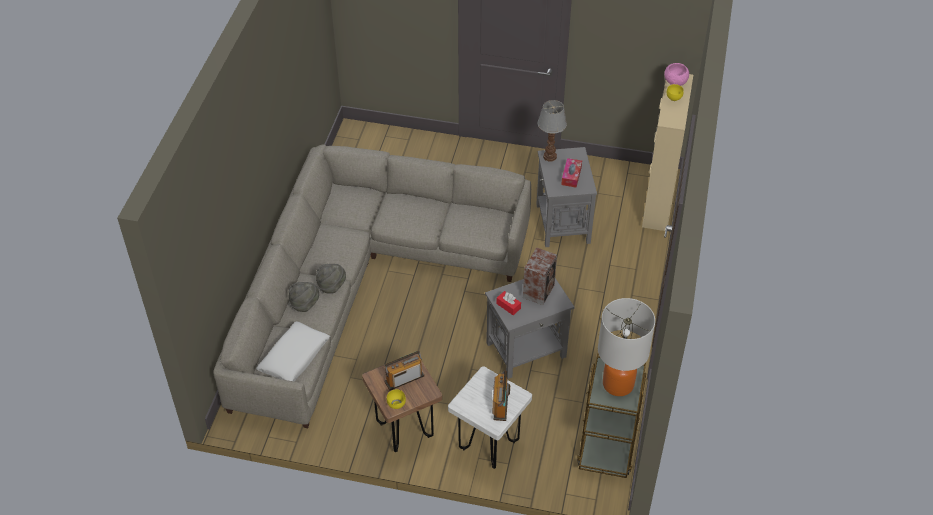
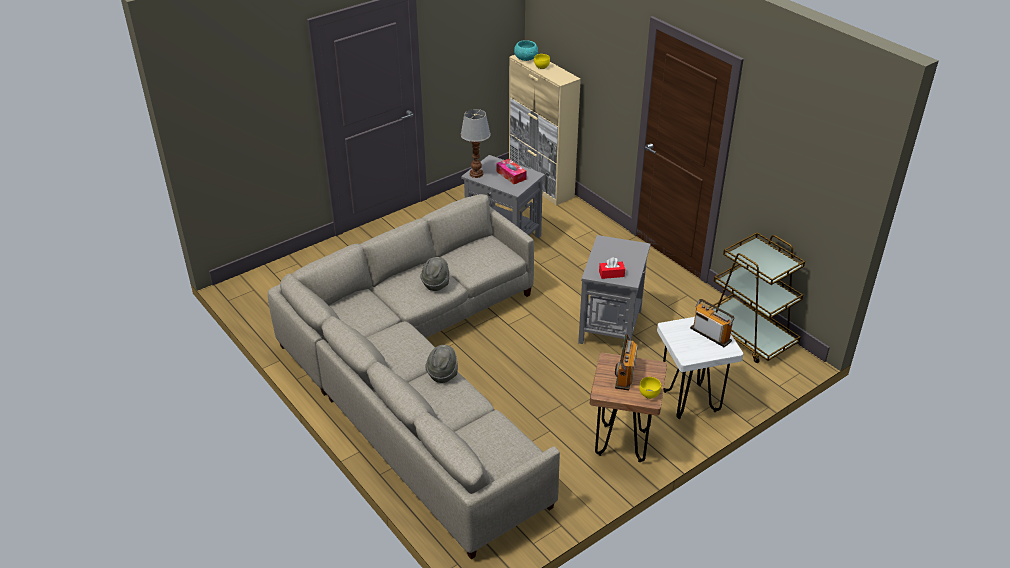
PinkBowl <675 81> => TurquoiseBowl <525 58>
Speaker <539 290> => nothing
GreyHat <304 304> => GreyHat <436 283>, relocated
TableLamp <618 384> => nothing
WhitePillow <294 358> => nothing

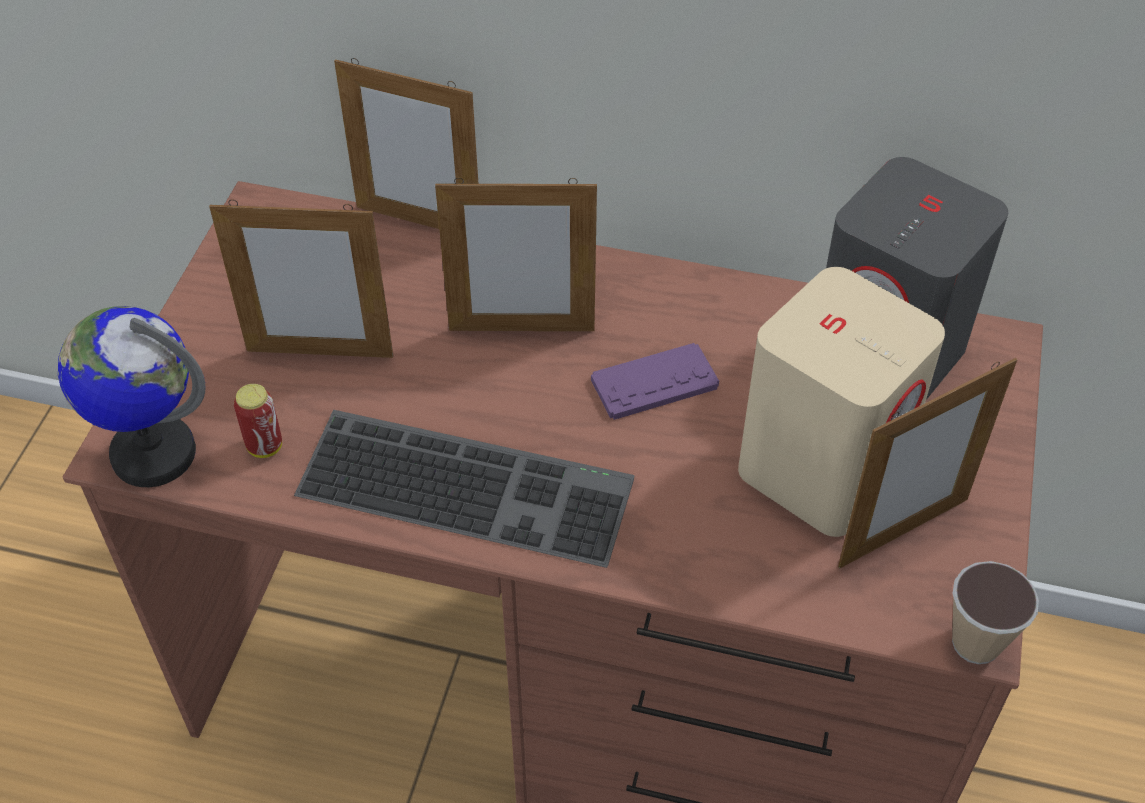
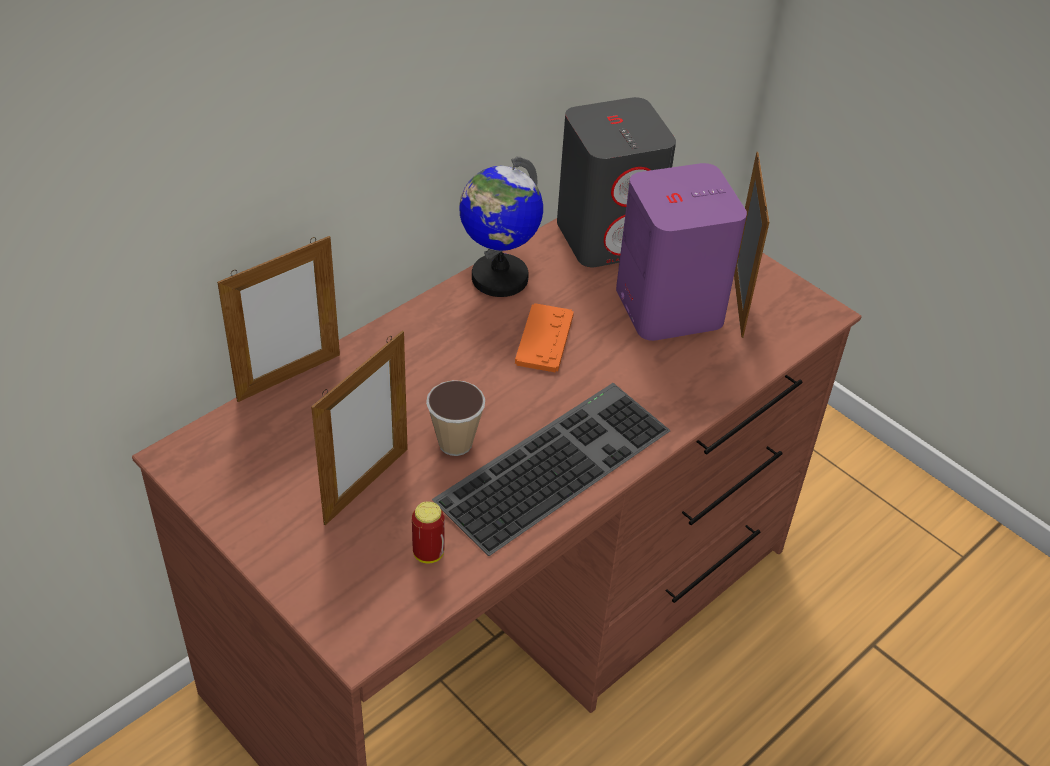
PictureFrame <521 329> => nothing
BeigeSpeaker <823 467> => PurpleSpeaker <668 306>
Globe <153 453> => Globe <498 278>, relocated
PurpleGameController <654 383> => OrangeGameController <544 339>
Cup <976 643> => Cup <455 443>, relocated

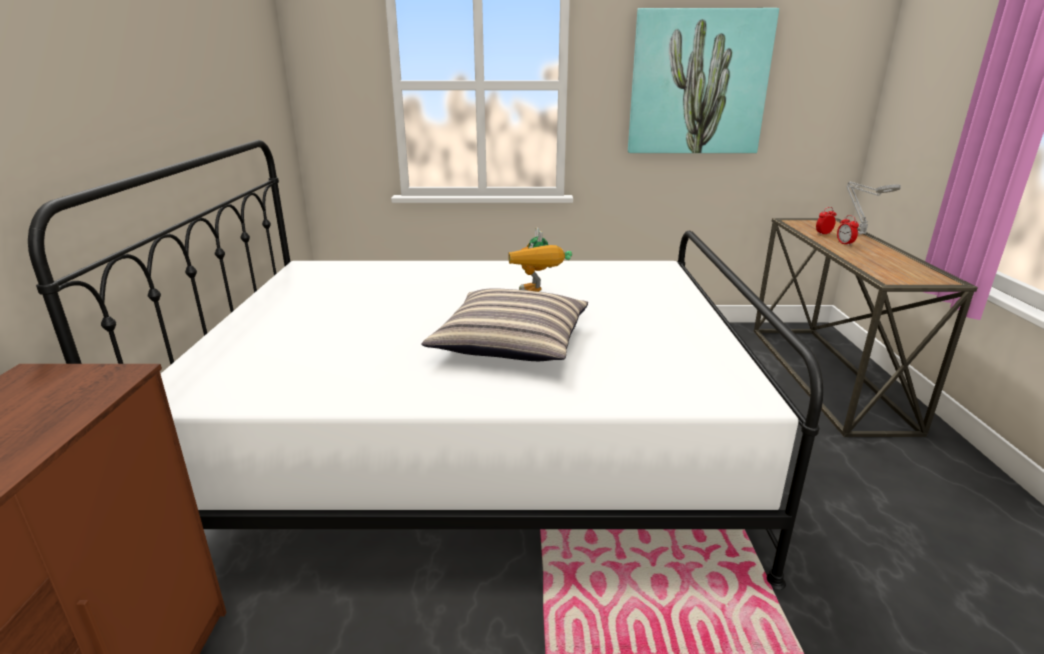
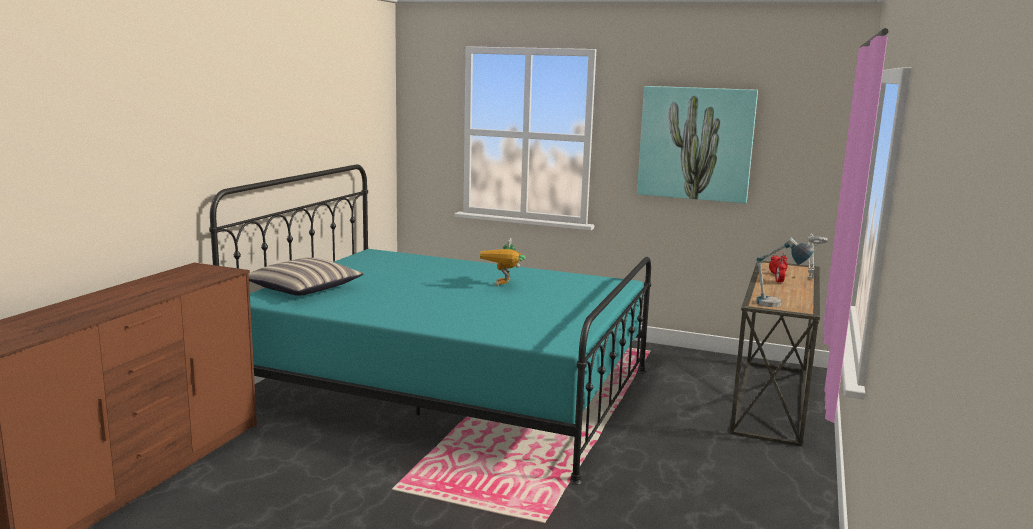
WhiteBed <477 444> => TurquoiseBed <448 388>
Pillow <511 341> => Pillow <304 288>, relocated
nothing => TableLamp <778 306>

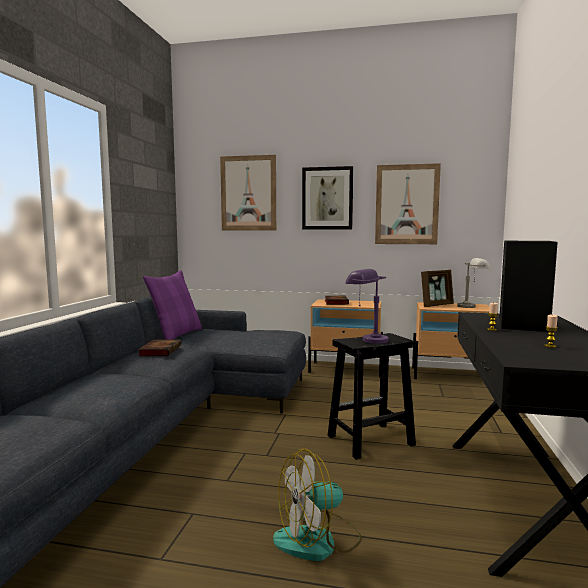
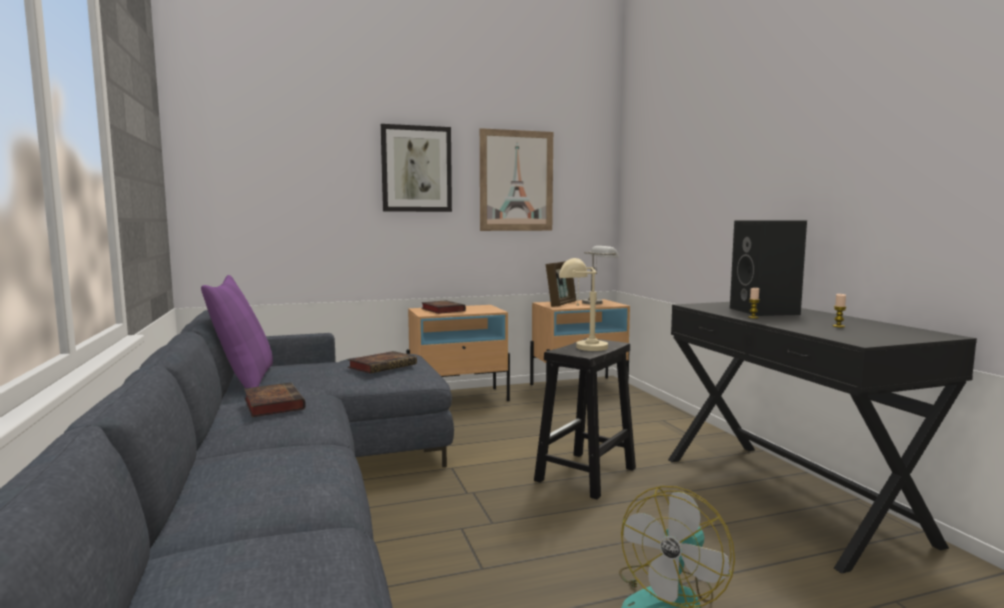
Picture <248 193> => nothing
PurpleTableLamp <366 339> => BeigeTableLamp <580 347>
nothing => Book <383 366>

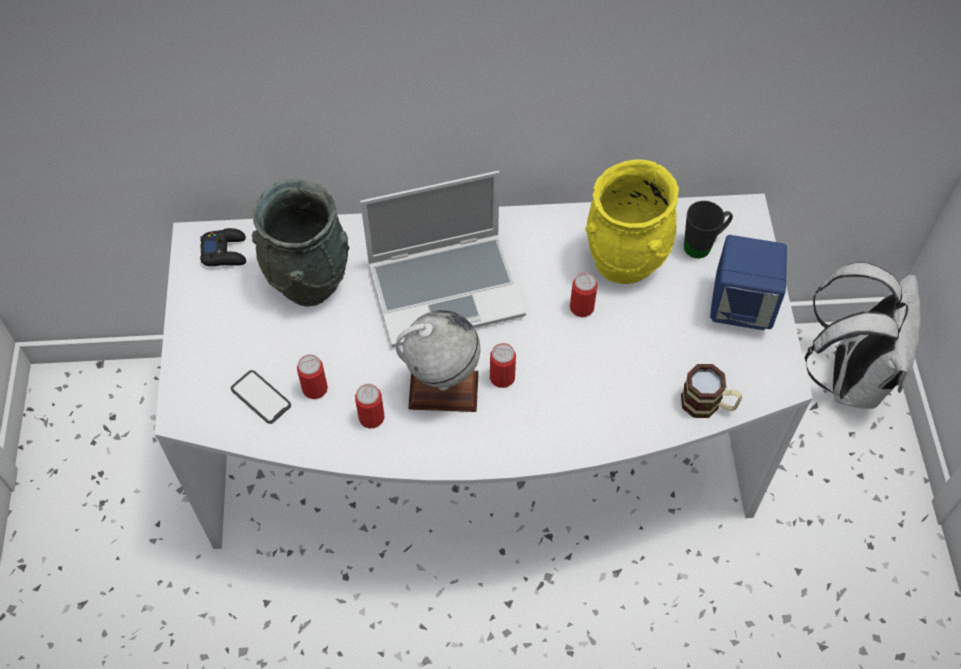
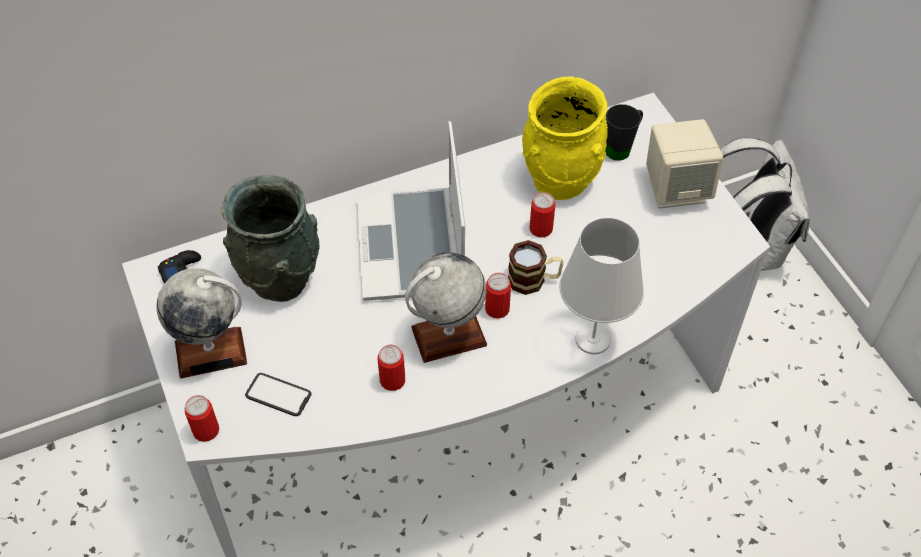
Laptop <447 289> => Laptop <413 248>, 120 degrees clockwise
BlueSpeaker <741 306> => BeigeSpeaker <676 189>
Can <315 388> => Can <206 430>, relocated
Mug <708 404> => Mug <534 280>, relocated
nothing => WhiteTableLamp <593 339>
nothing => Globe <211 352>

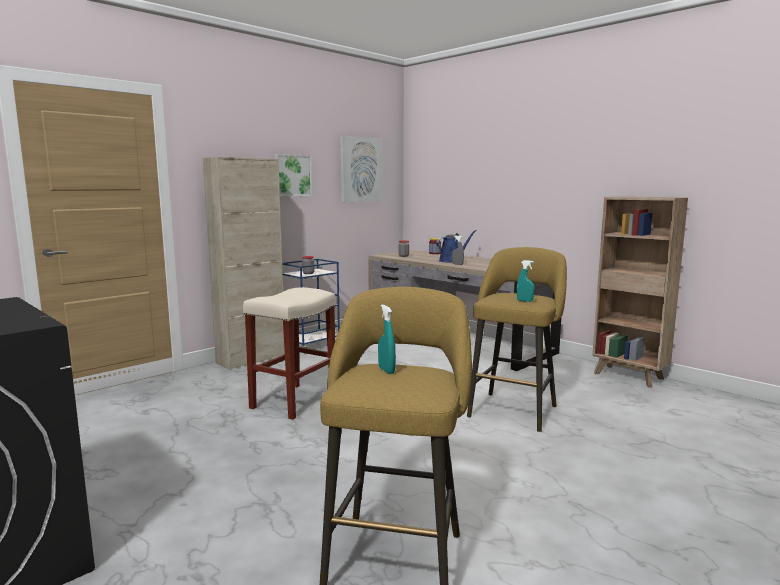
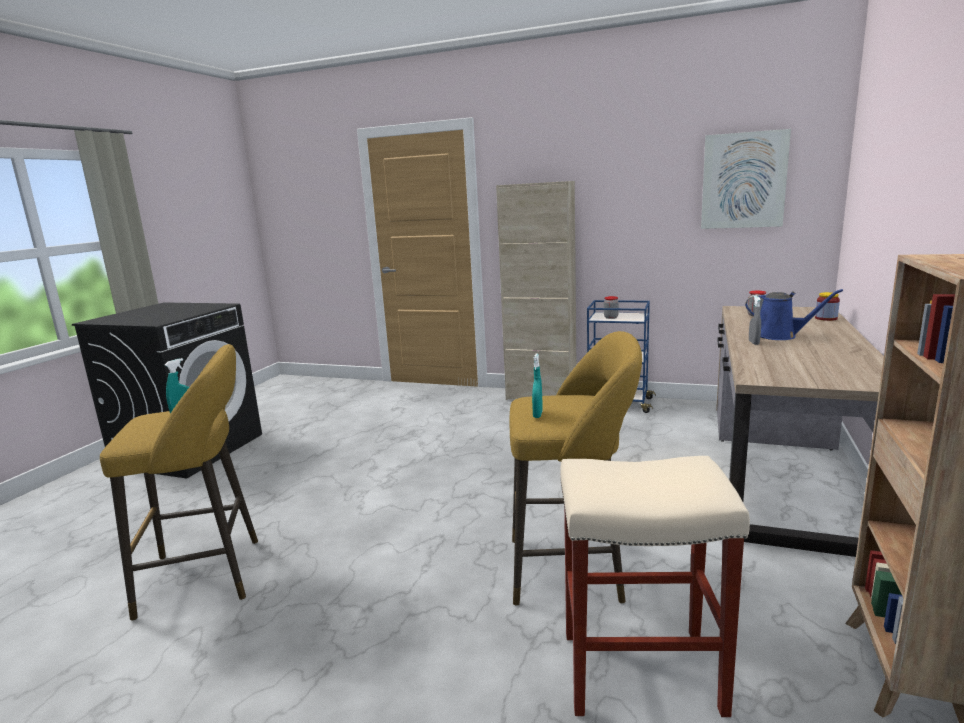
Picture <292 175> => nothing
BeigeStool <294 400> => BeigeStool <642 670>, relocated

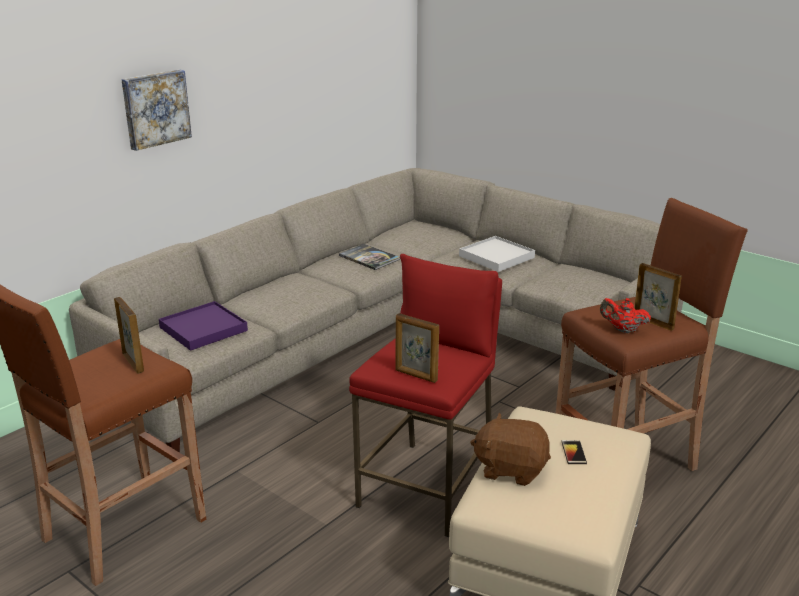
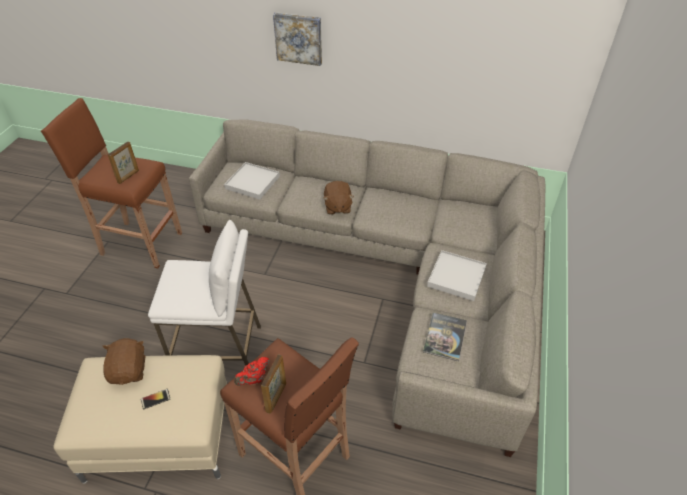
Book <369 258> => Book <445 337>, relocated
RedStool <427 486> => WhiteStool <219 349>
RedTeapot <622 330> => RedTeapot <254 379>, 135 degrees counterclockwise
PurpleTray <203 329> => WhiteTray <253 182>
PictureFrame <416 375> => nothing
nothing => BrownPlushToy <337 207>

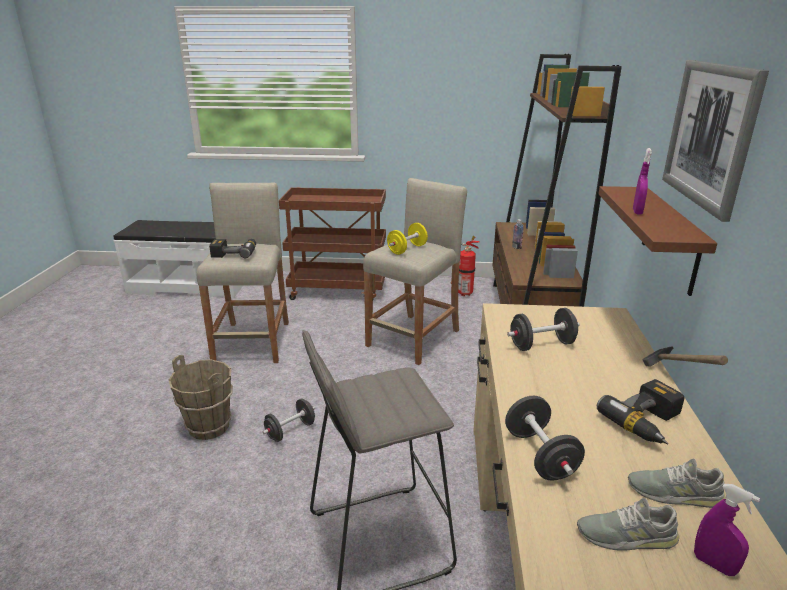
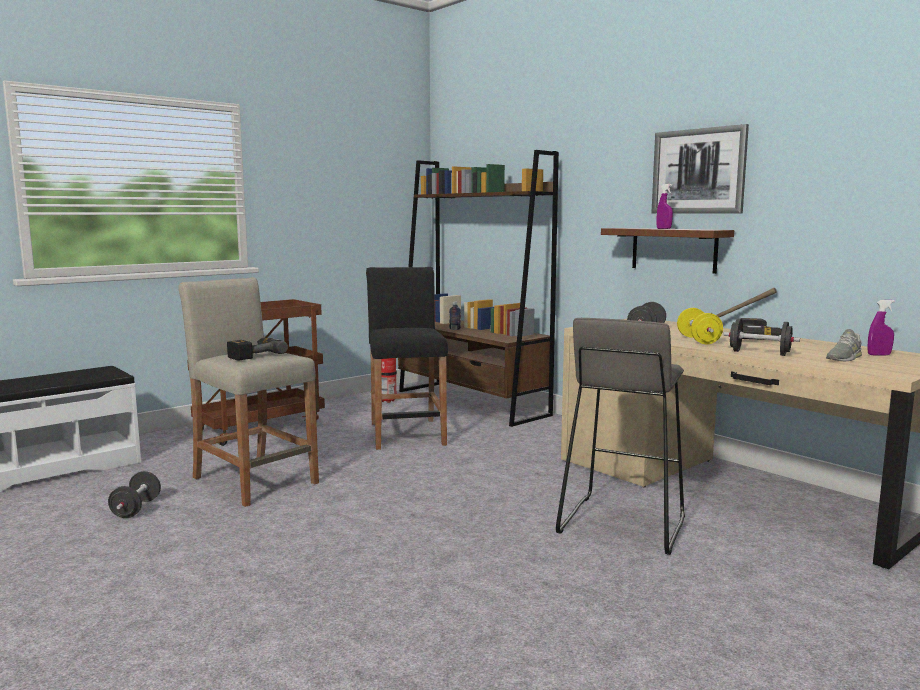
BeigeStool <414 338> => BlackStool <407 434>
YellowDumbbell <407 249> => YellowDumbbell <698 340>, relocated
BrownBucket <209 426> => nothing
BlackDumbbell <290 431> => BlackDumbbell <136 509>, relocated
GreyShoe <674 493> => nothing

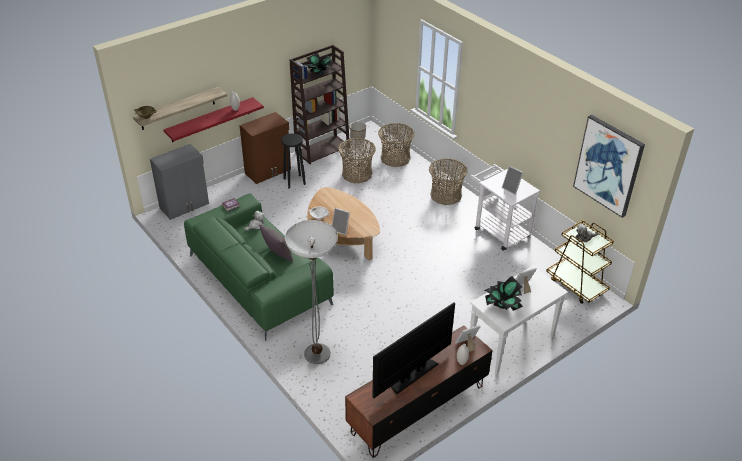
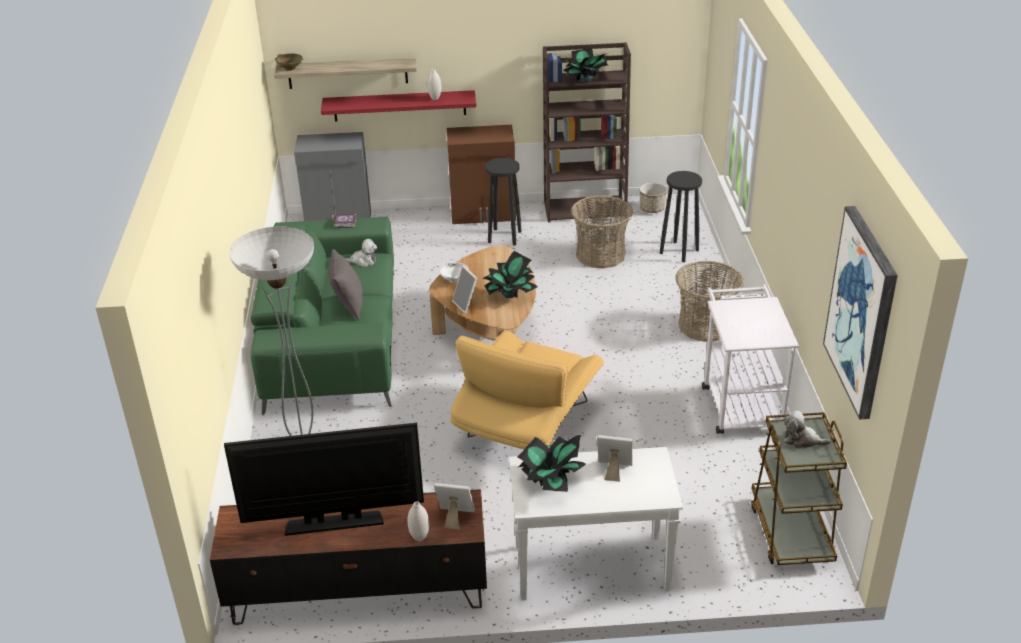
Basket <395 158> => BlackStool <679 252>
PictureFrame <511 189> => nothing
nothing => PottedPlant <510 295>
nothing => YellowArmchair <526 427>

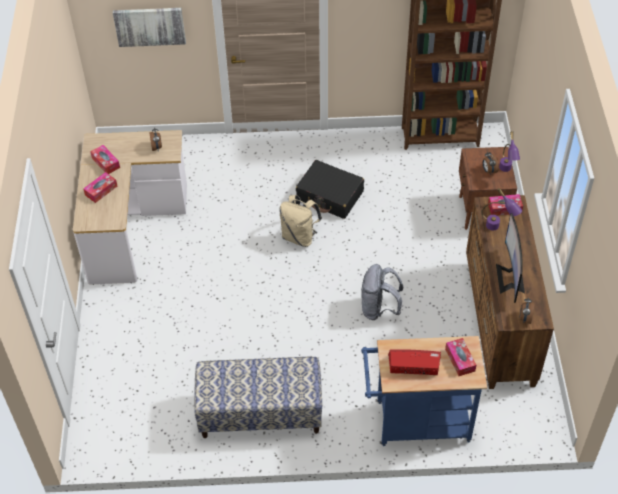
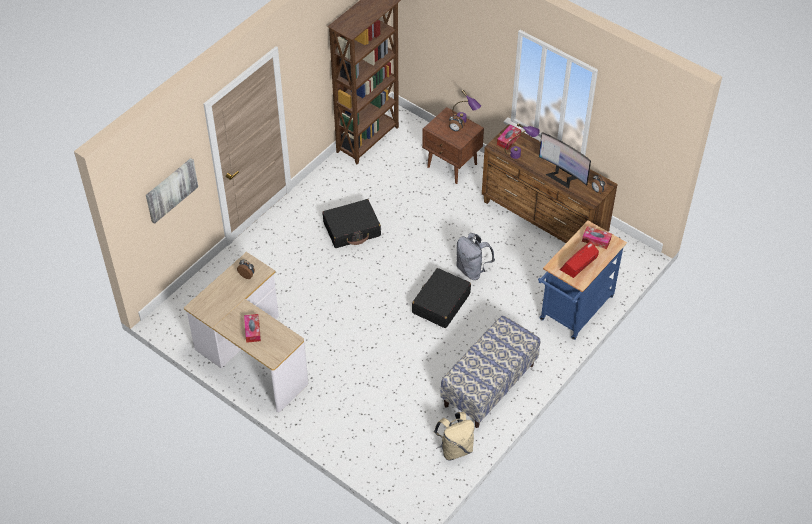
TissueBox <106 163> => nothing
BeigeBackpack <299 236> => BeigeBackpack <455 448>, relocated
nothing => BlackSuitcase <440 303>

